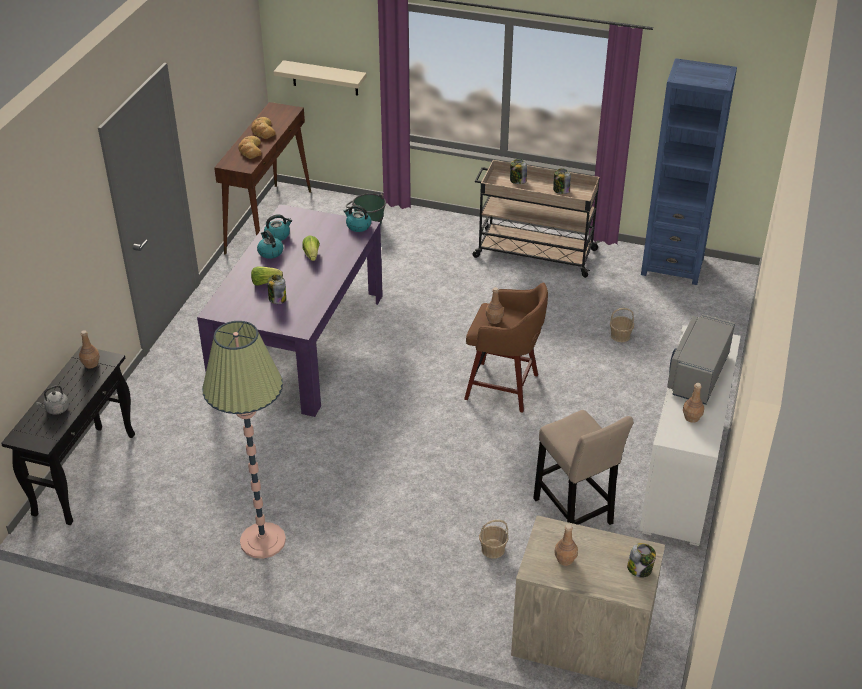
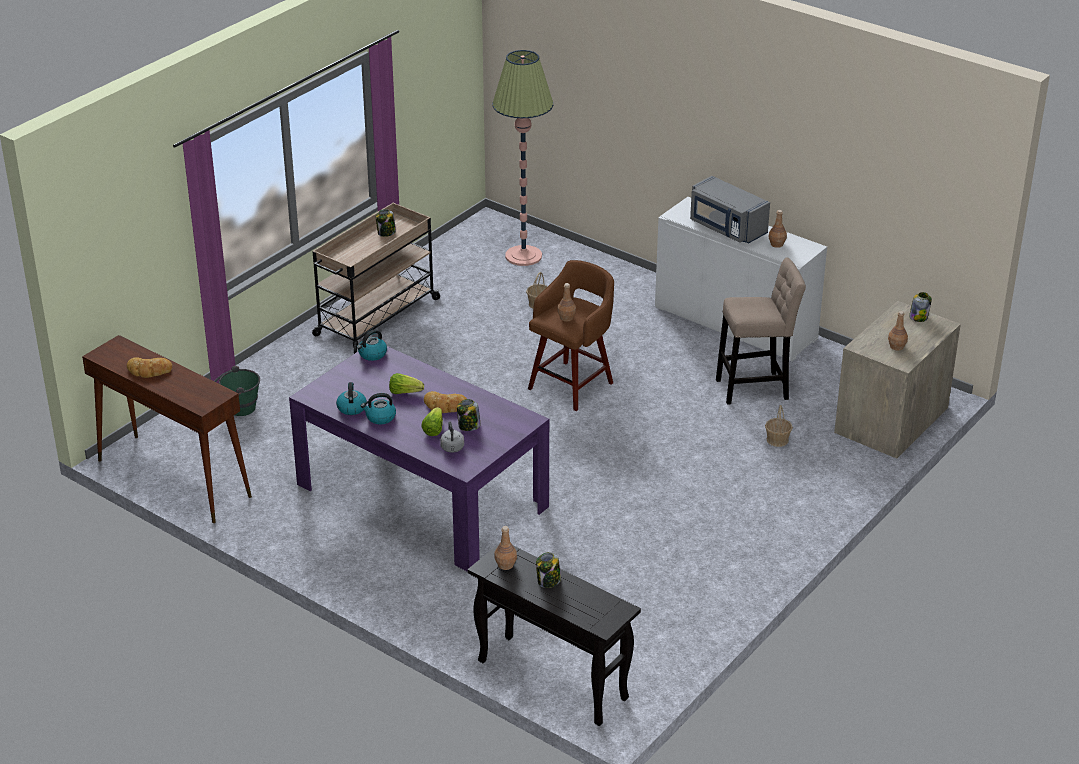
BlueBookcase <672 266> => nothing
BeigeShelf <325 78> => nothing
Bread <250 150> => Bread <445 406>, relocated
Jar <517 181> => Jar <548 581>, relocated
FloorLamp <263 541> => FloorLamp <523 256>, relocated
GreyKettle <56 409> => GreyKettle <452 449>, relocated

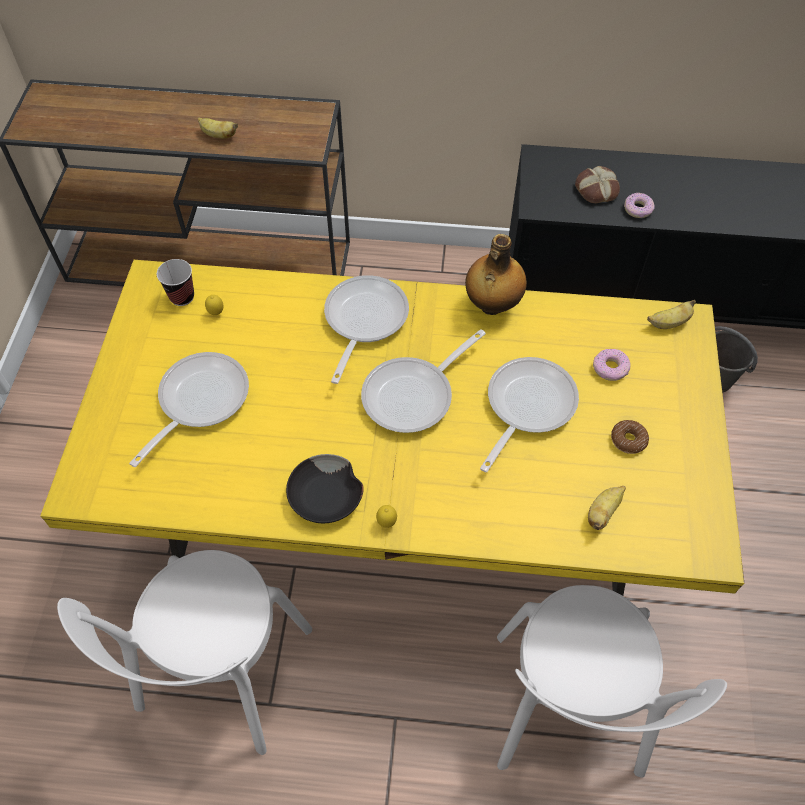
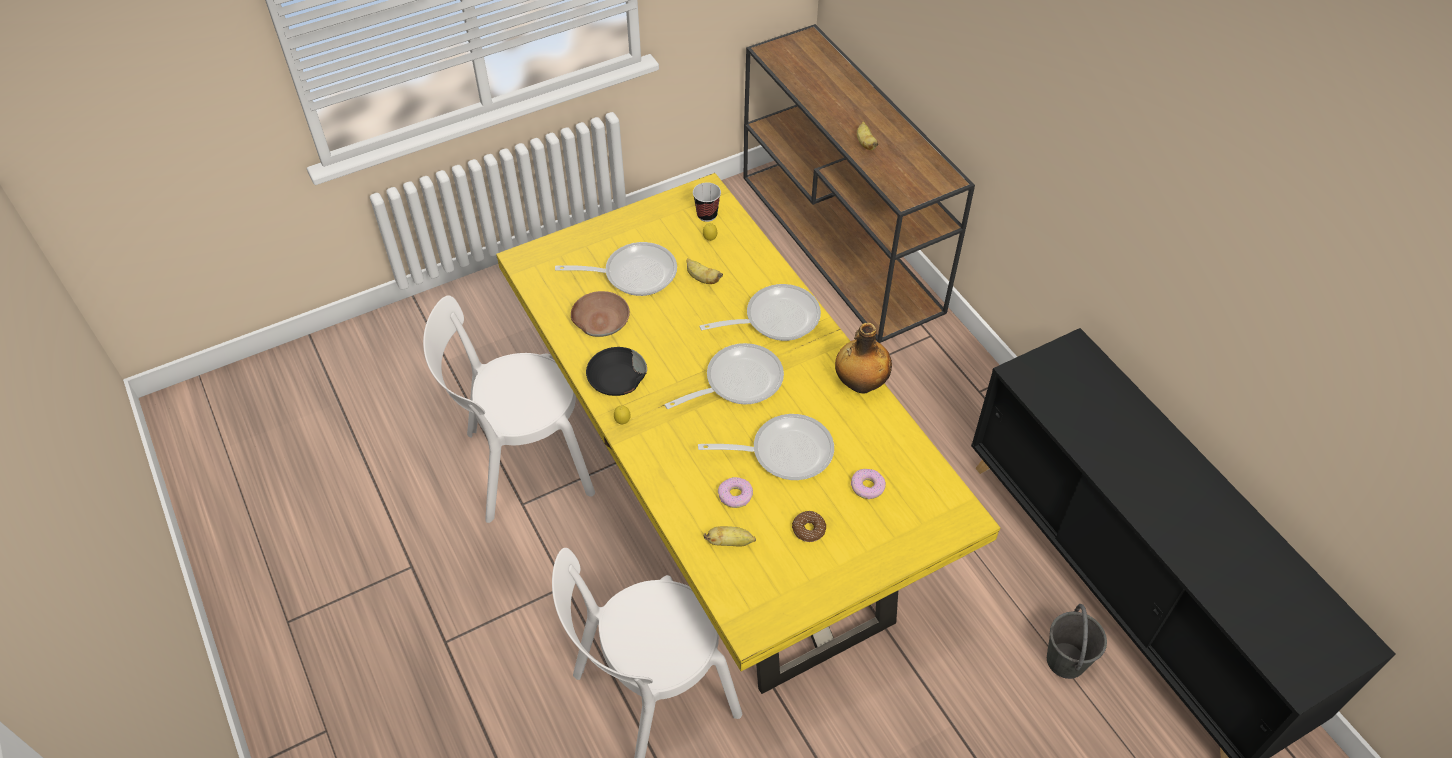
Bread <595 190> => nothing
Donut <638 209> => Donut <735 496>, relocated
Banana <668 323> => Banana <702 279>, relocated
FryingPan <414 395> => FryingPan <737 382>, 135 degrees clockwise
nothing => BrownBowl <600 320>

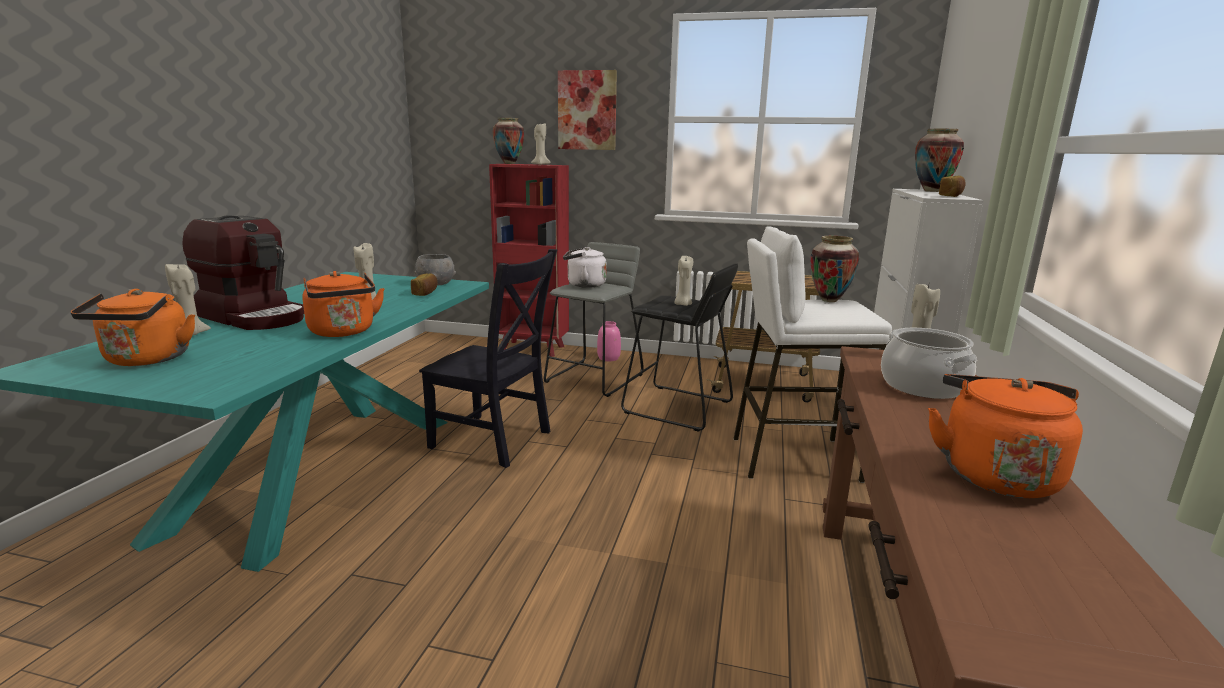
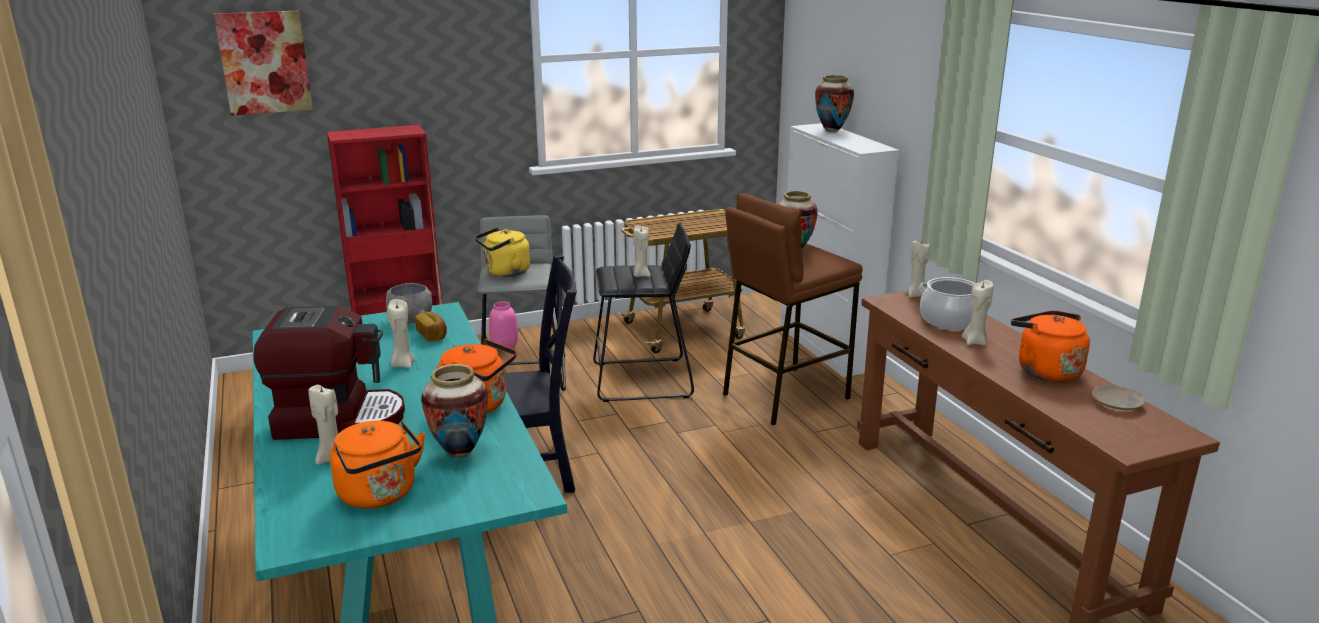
Picture <587 110> => Picture <264 62>, relocated
Vase <509 163> => Vase <459 453>, relocated
BeigeCandle <540 164> => BeigeCandle <974 342>, relocated
Bread <950 196> => nothing
WhiteStool <793 458> => BrownStool <784 396>
WhiteKettle <583 285> => YellowKettle <505 273>
nothing => BeigePlate <1118 403>

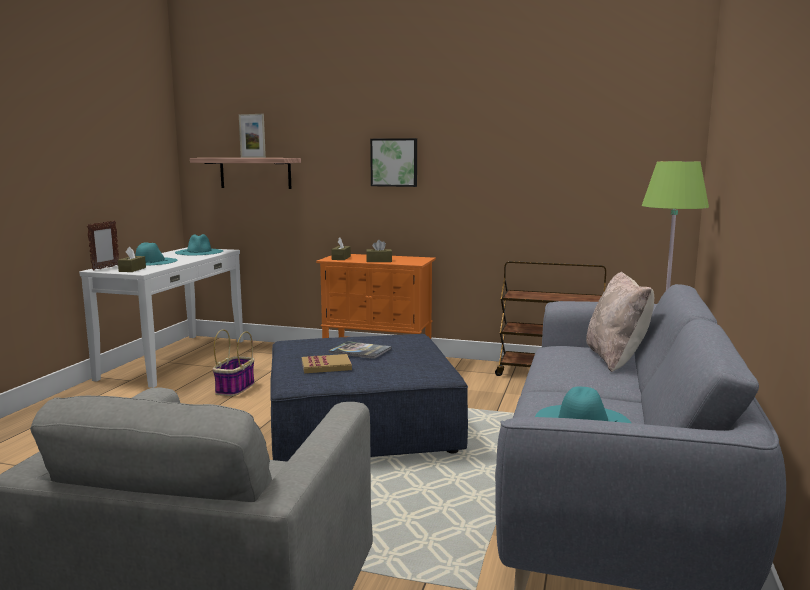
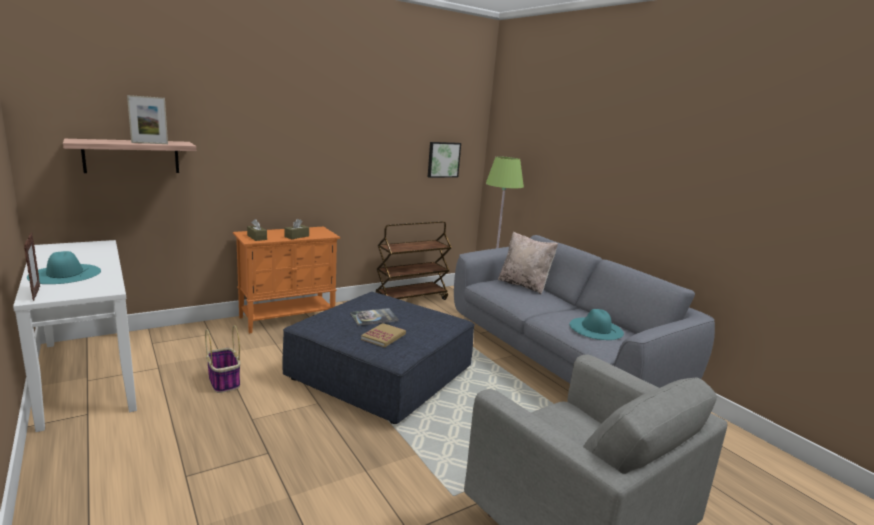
Picture <394 162> => Picture <443 159>, relocated
TurquoiseHat <199 252> => nothing
BrownTissueBox <132 269> => nothing

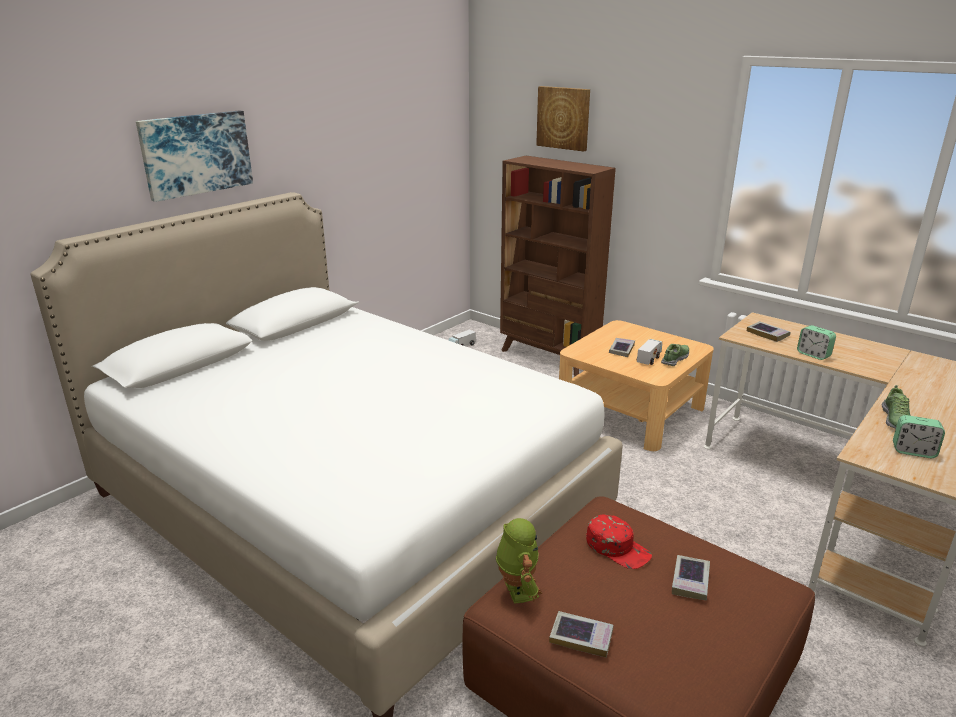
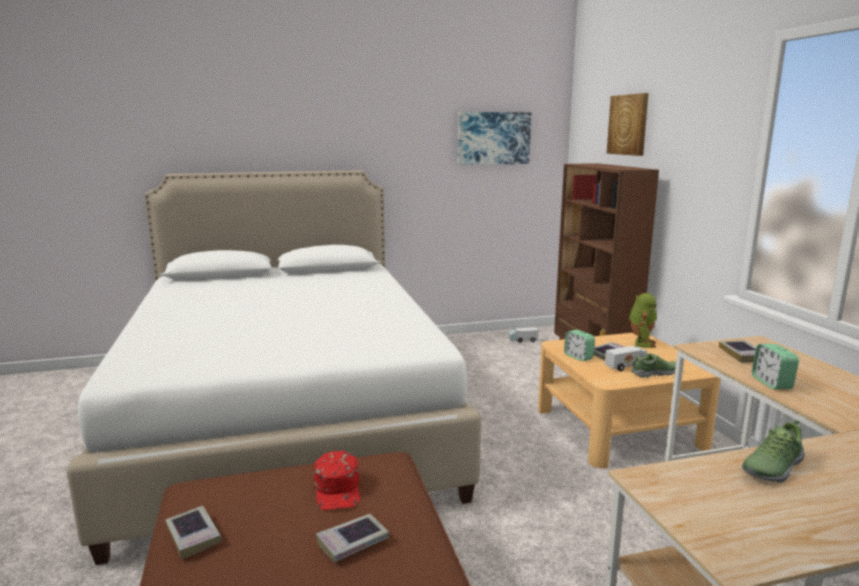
Picture <196 154> => Picture <493 138>, relocated
AlarmClock <913 451> => AlarmClock <578 357>, relocated
ToyRobot <517 589> => ToyRobot <641 343>, relocated

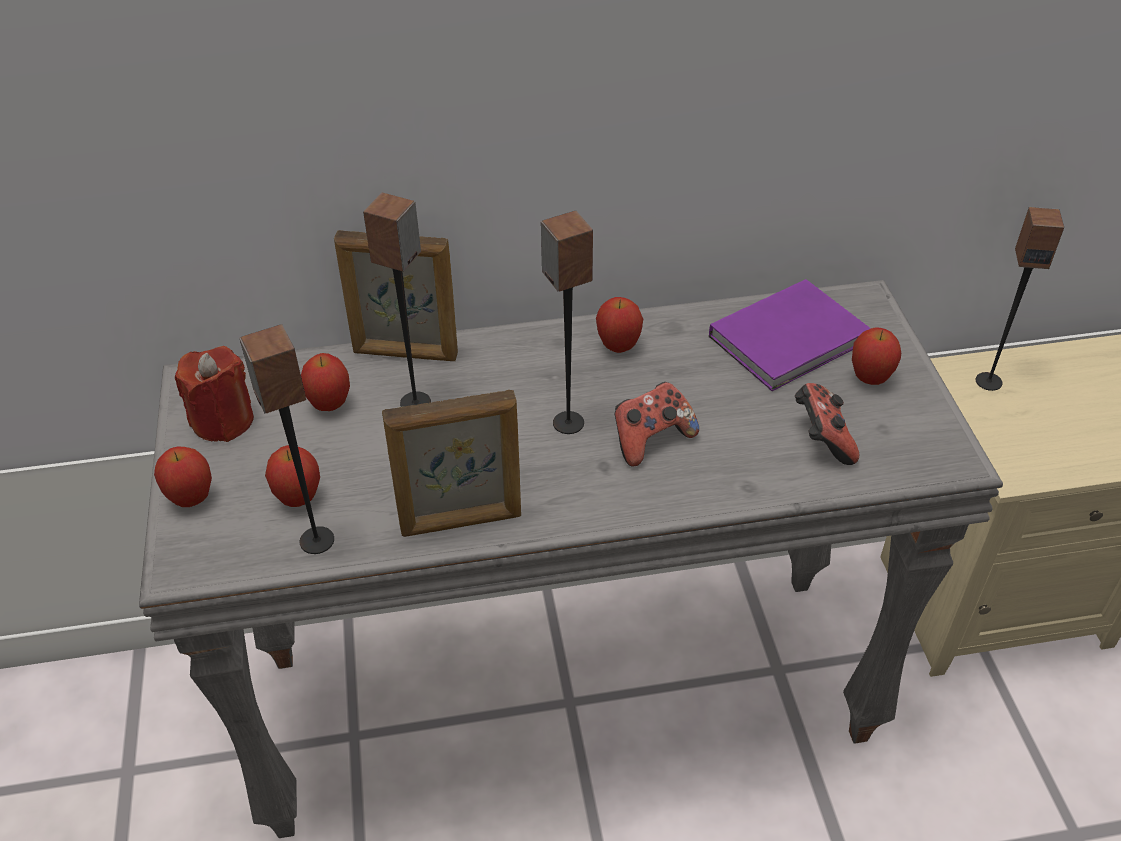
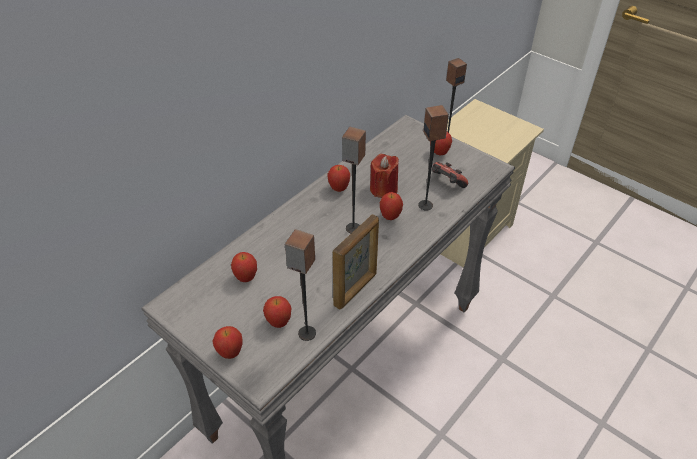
Speaker <416 403> => Speaker <426 205>, relocated
PictureFrame <405 354> => nothing
PurpleBook <792 338> => nothing
RedCandle <223 421> => RedCandle <383 189>, relocated
GameController <651 439> => Apple <390 217>

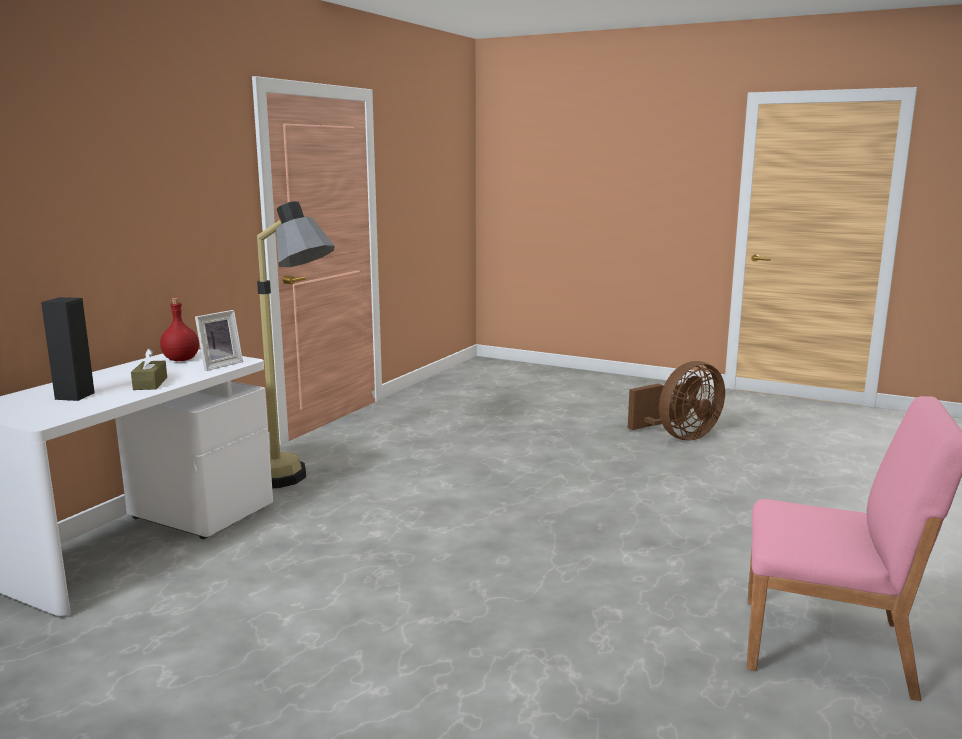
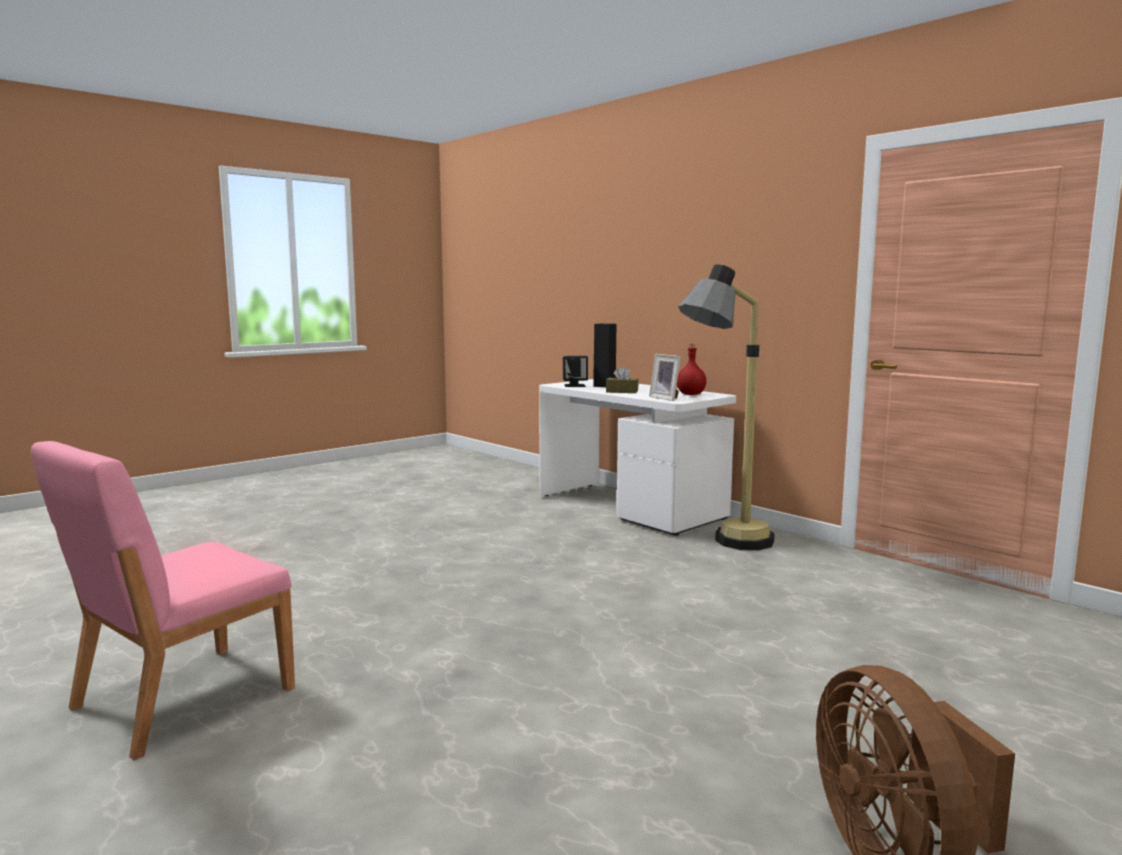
nothing => BlackSpeaker <575 385>

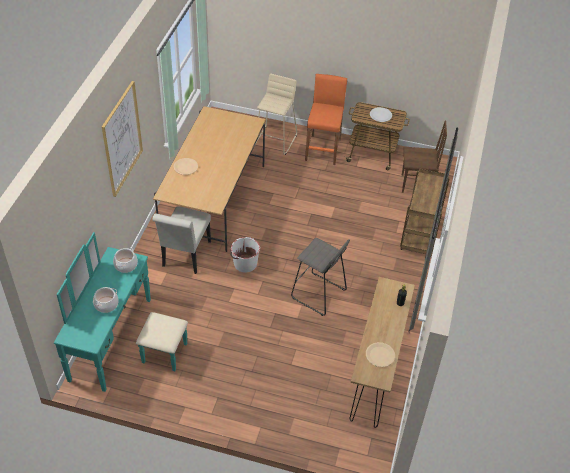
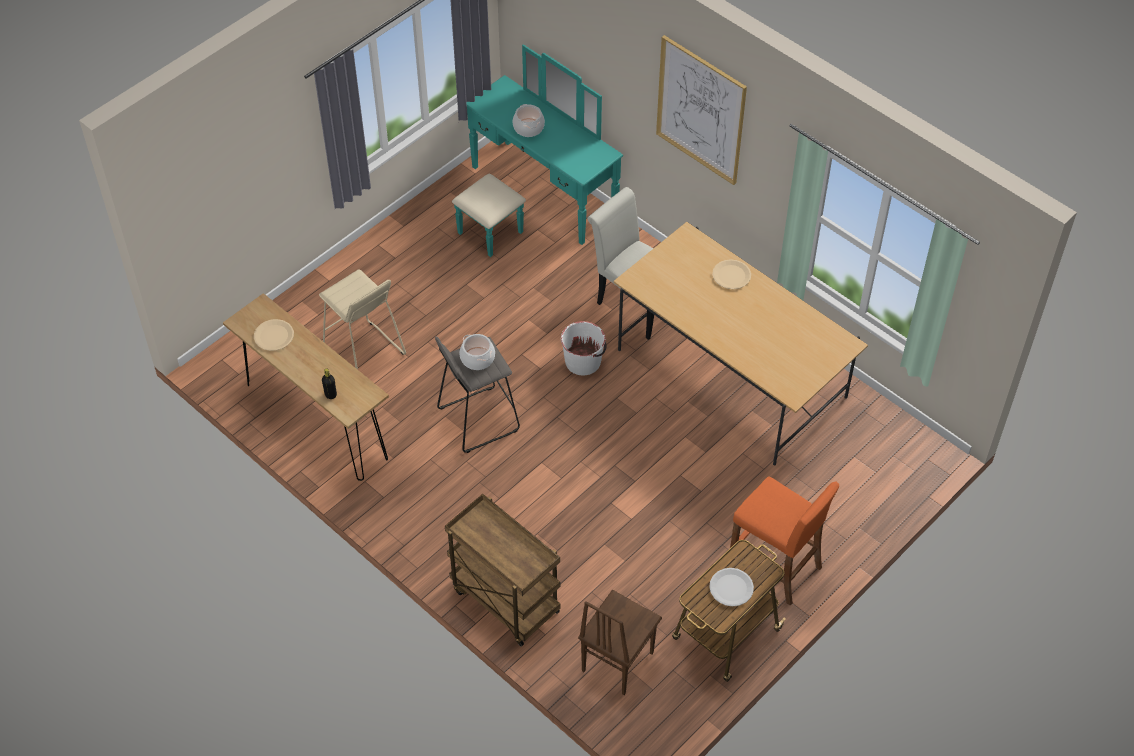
BeigeStool <275 140> => BeigeStool <364 354>, relocated
CookingPot <126 265> => CookingPot <478 358>, relocated

